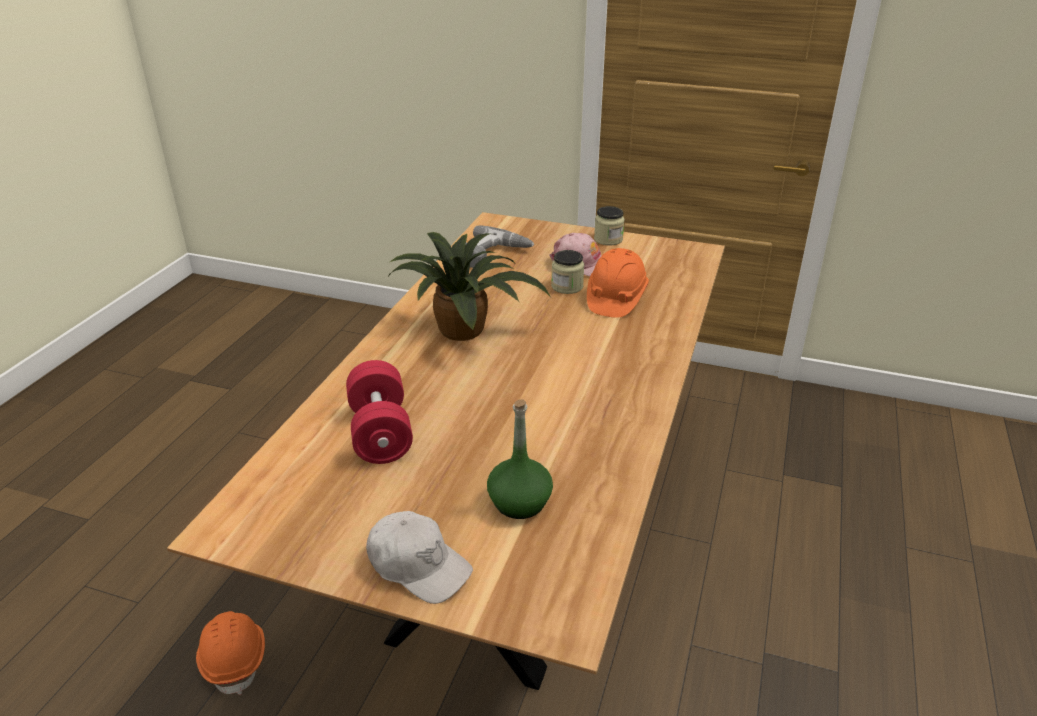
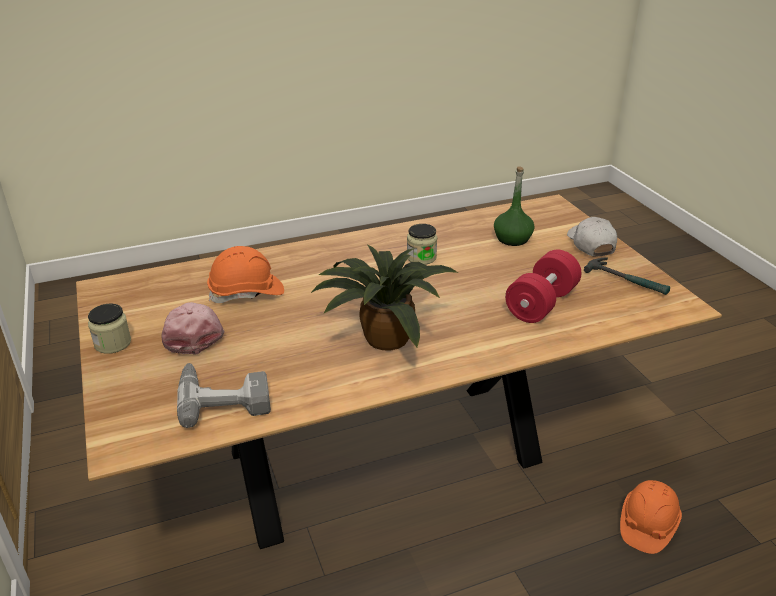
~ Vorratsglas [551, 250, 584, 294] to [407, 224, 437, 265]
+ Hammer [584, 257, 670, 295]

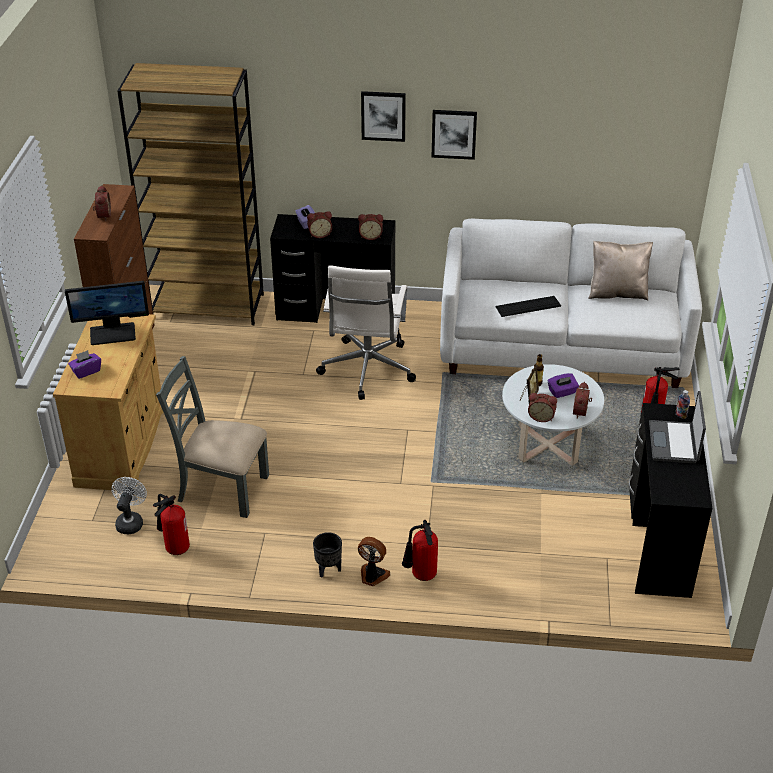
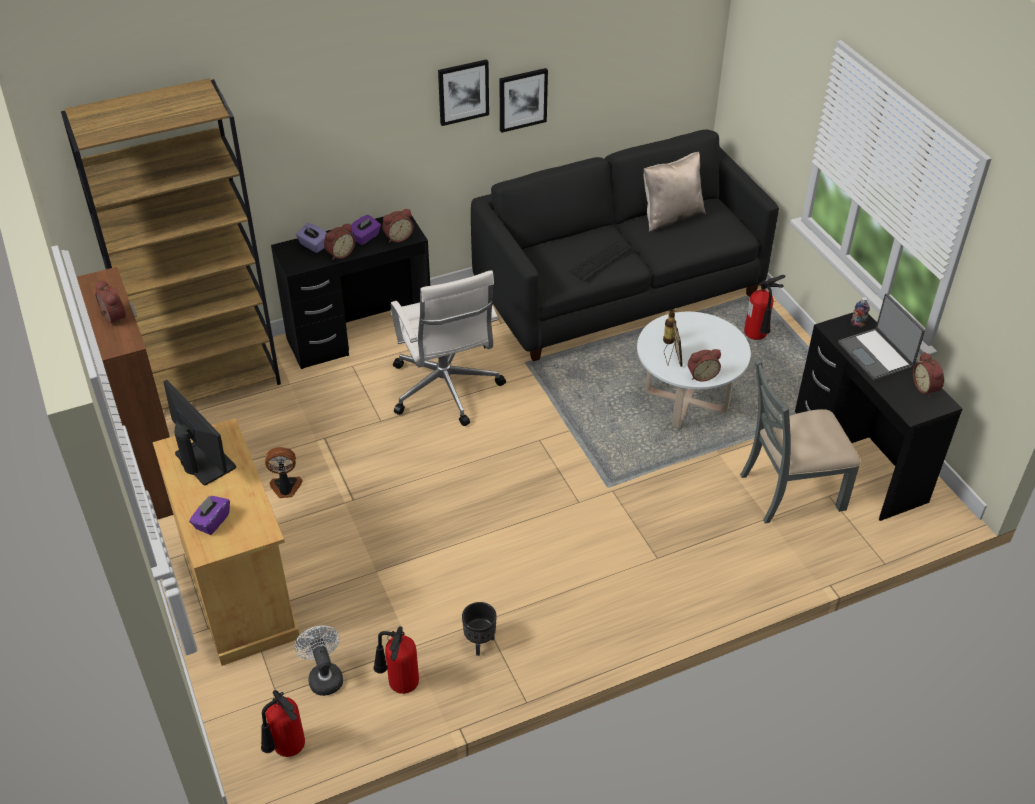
~ Bild [361, 91, 406, 142] to [500, 68, 548, 133]
~ Sofa [weiß] [440, 219, 702, 388] to Sofa [schwarz] [471, 130, 779, 362]
~ Monitor [65, 281, 149, 345] = [163, 380, 236, 485] 90 degrees counterclockwise
~ Stuhl [grau] [156, 356, 269, 518] to [740, 360, 861, 524]
~ Taschentuchbox [lila] [548, 373, 579, 398] to [350, 215, 381, 245]
~ Wecker [573, 382, 592, 419] to [913, 352, 944, 397]
~ Feuerlöscher [402, 520, 438, 581] to [261, 690, 305, 757]
~ Pflanzkübel [schwarz] [313, 532, 342, 578] to [462, 602, 497, 656]
~ Ventilator [358, 537, 391, 586] to [265, 447, 303, 498]

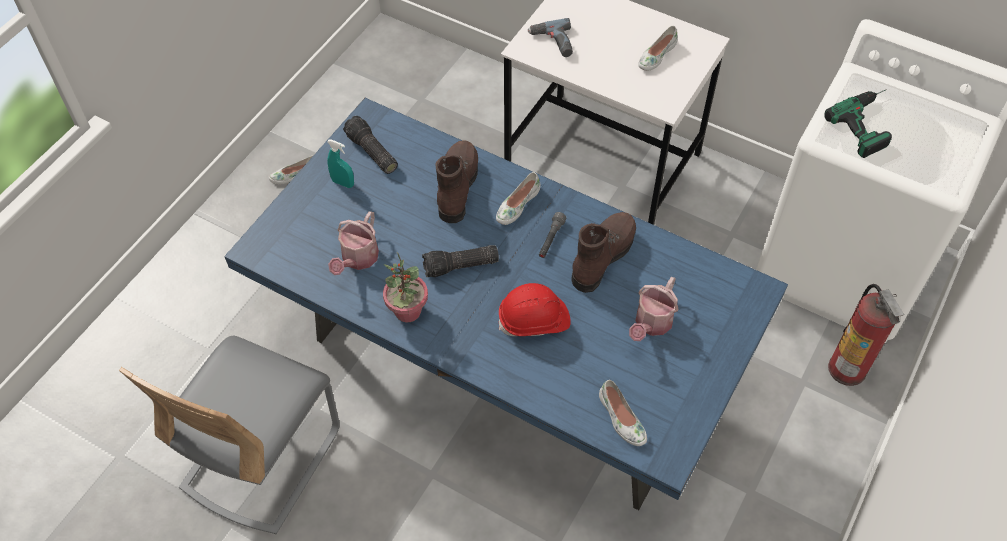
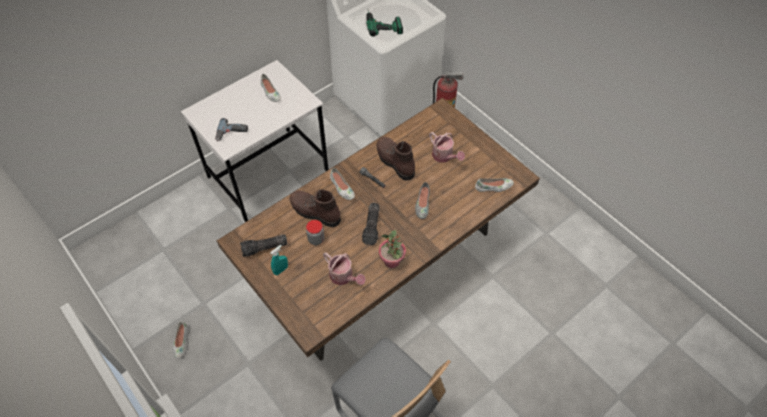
~ Esstisch [blau] [224, 98, 788, 510] to Esstisch [braun] [217, 98, 540, 361]
~ Schutzhelm [rot] [499, 283, 571, 336] to Schuh [grau] [415, 182, 430, 219]
+ Vorratsglas [306, 220, 325, 245]

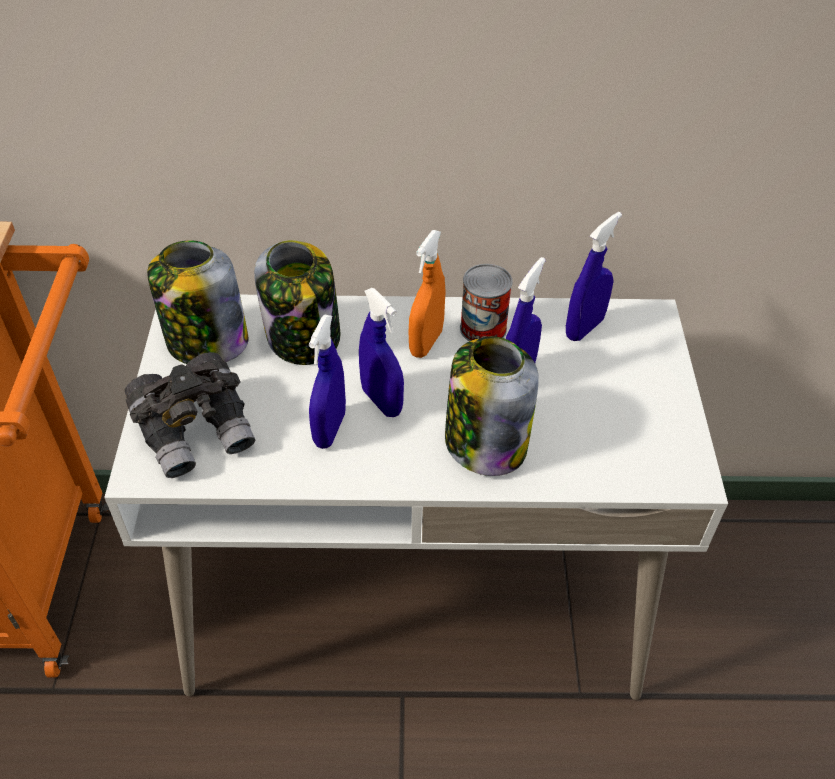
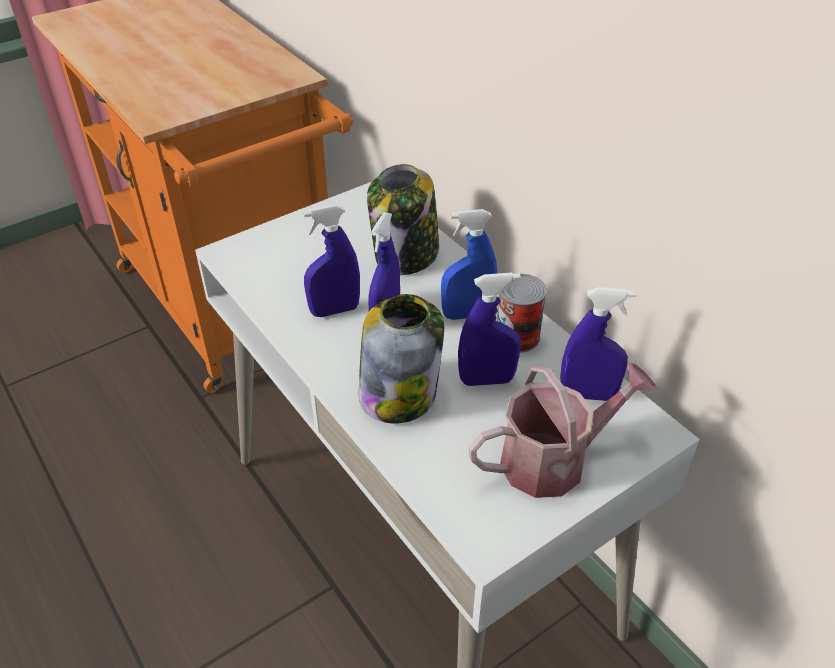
~ Sprühflasche [orange] [409, 230, 446, 358] to Sprühflasche [blau] [441, 209, 497, 320]
- Vorratsglas [147, 241, 249, 364]
- Fernglas [grau] [125, 352, 256, 478]
+ Gießkanne [469, 363, 658, 498]

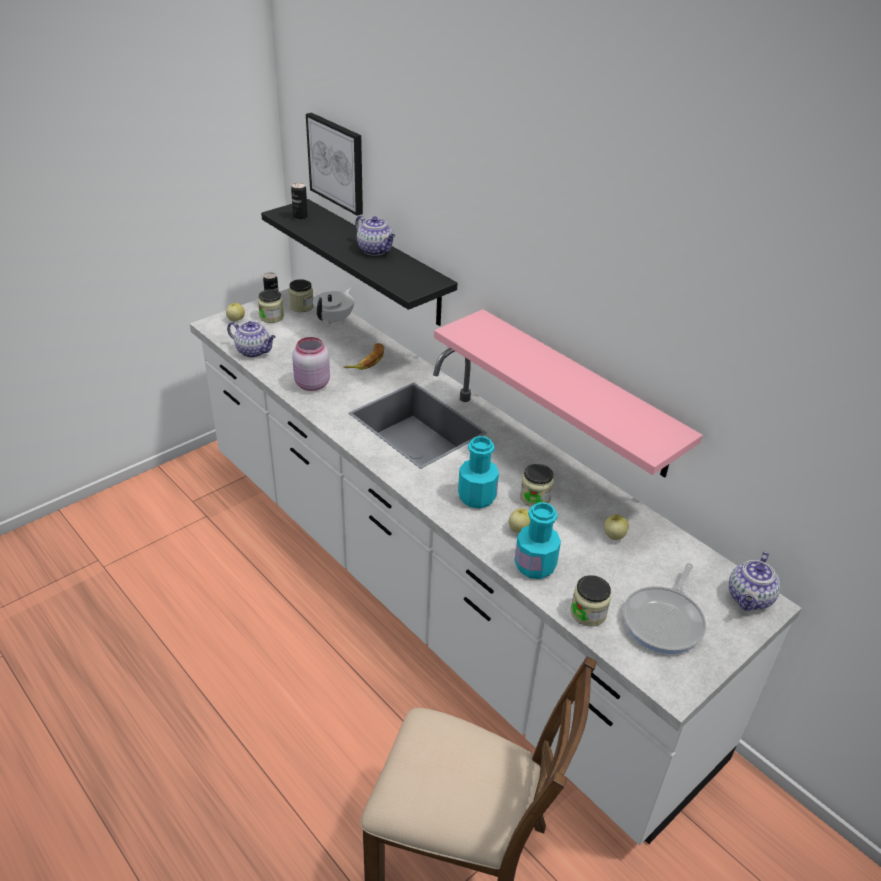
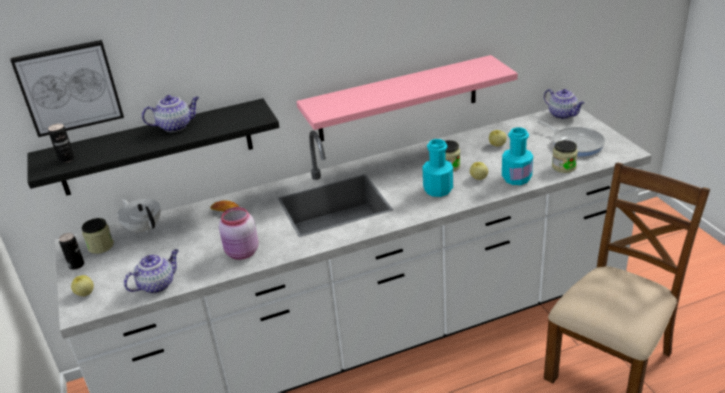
- Vorratsglas [258, 289, 284, 323]

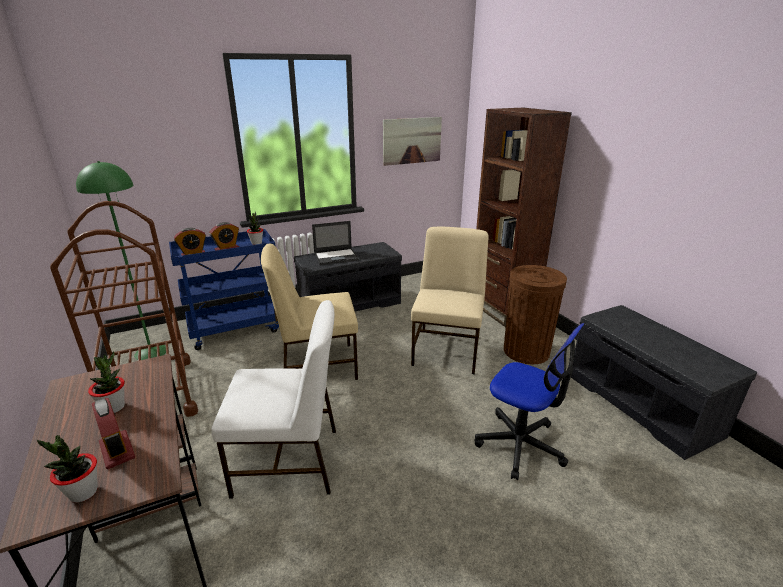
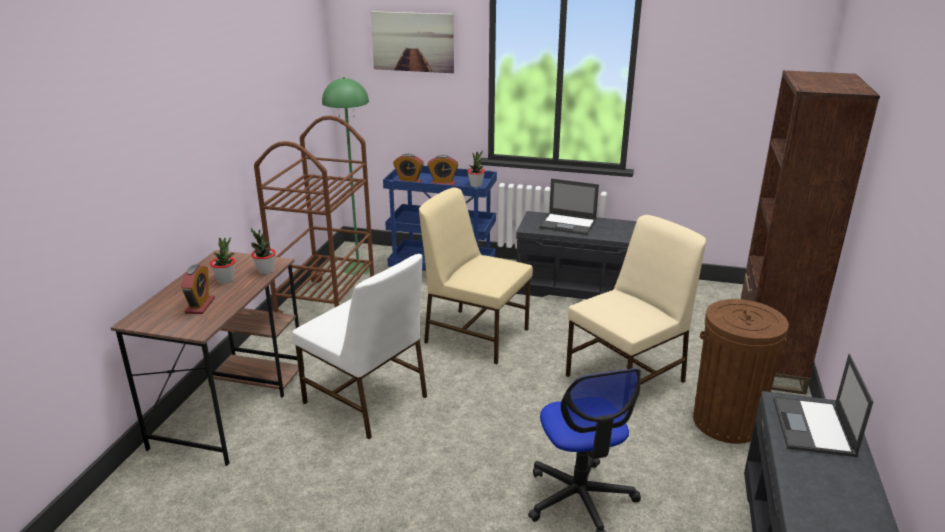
~ Bild [383, 117, 442, 166] to [371, 11, 454, 73]
~ Topfpflanze [37, 435, 98, 503] to [251, 228, 276, 275]
+ Laptop [773, 354, 873, 457]

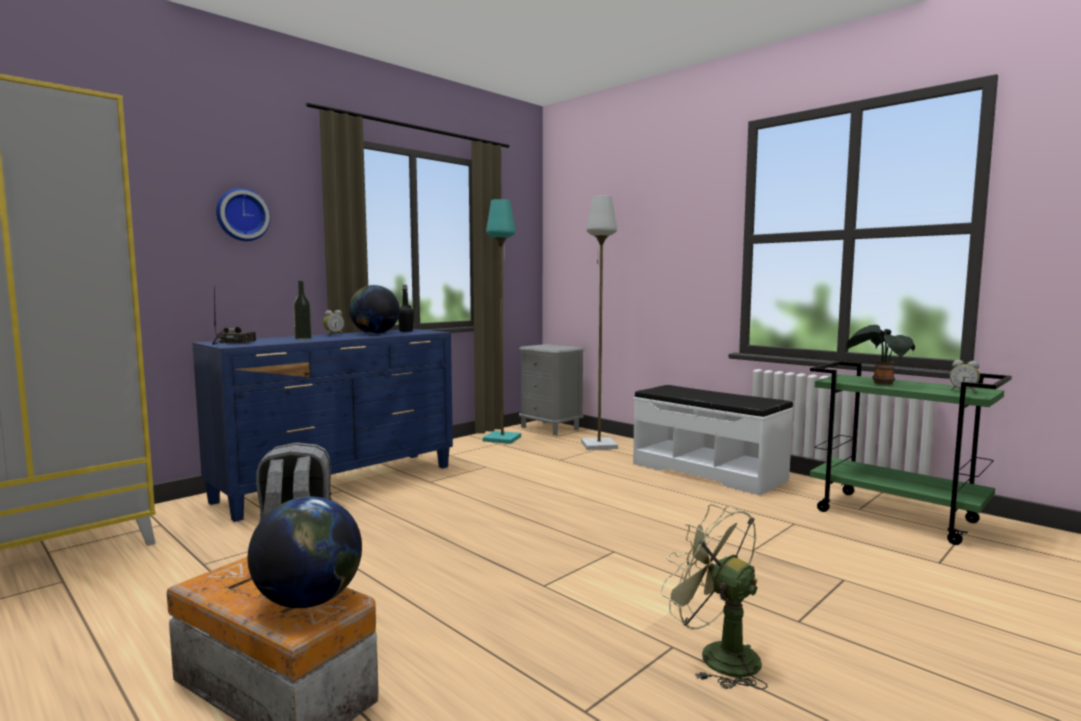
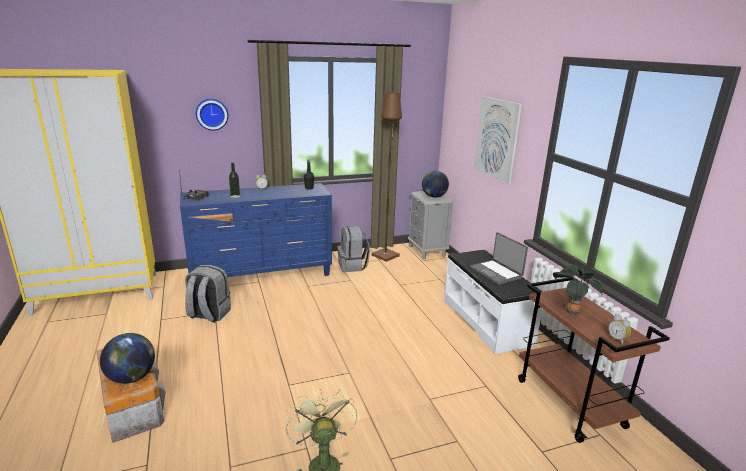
- Stehlampe [grau] [581, 196, 618, 450]
~ Stehlampe [türkis] [483, 199, 521, 444] to Stehlampe [braun] [372, 92, 402, 262]
~ Globus [349, 285, 400, 334] to [422, 171, 449, 198]
~ Rollwagen [grün] [810, 361, 1012, 545] to Rollwagen [braun] [518, 277, 670, 443]
+ Bild [474, 96, 522, 184]
+ Rucksack [grau] [337, 226, 370, 272]
+ Laptop [470, 232, 528, 285]

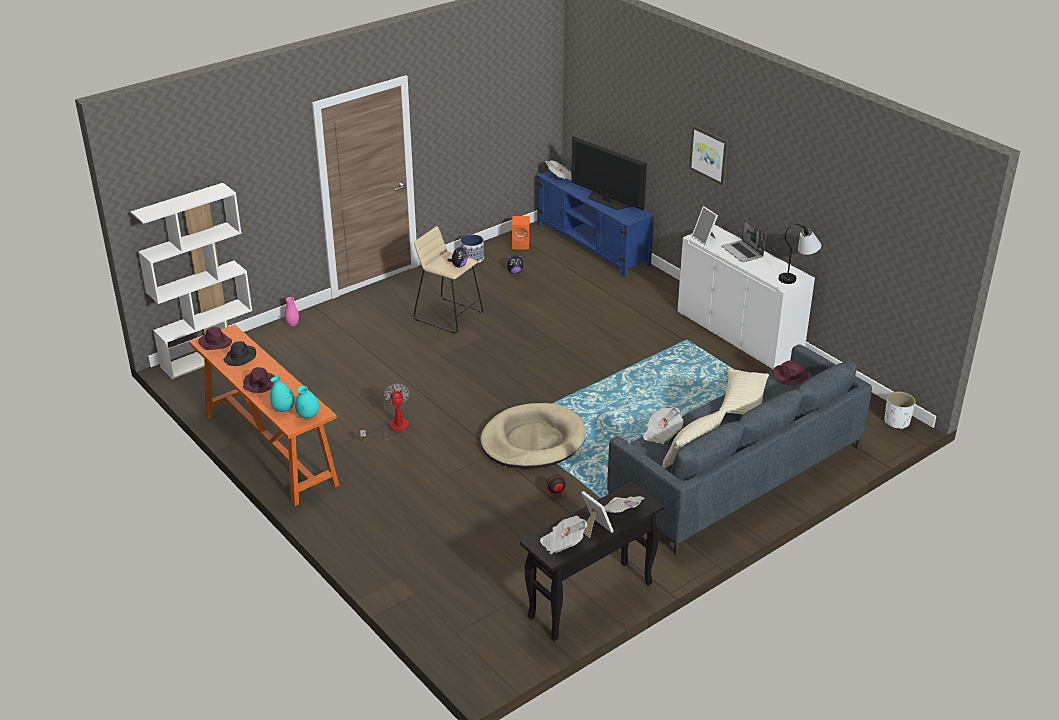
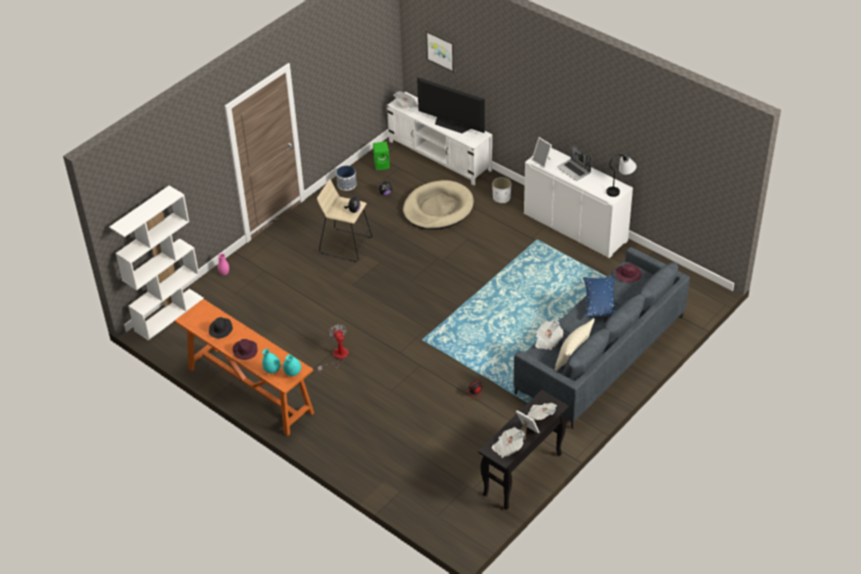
~ Bild [689, 125, 728, 186] to [425, 29, 455, 73]
~ Fernsehschrank [blau] [537, 166, 654, 277] to Fernsehschrank [weiß] [387, 92, 492, 185]
~ Lautsprecher [orange] [512, 216, 529, 250] to Lautsprecher [grün] [373, 141, 390, 170]
- Hut [lila] [198, 327, 232, 350]
~ Kissen [beige] [719, 369, 769, 415] to Kissen [blau] [583, 277, 615, 318]
~ Pflanzkübel [weiß] [884, 392, 915, 429] to [492, 177, 511, 204]
~ Hundebett [beige] [480, 403, 586, 469] to [403, 180, 474, 230]

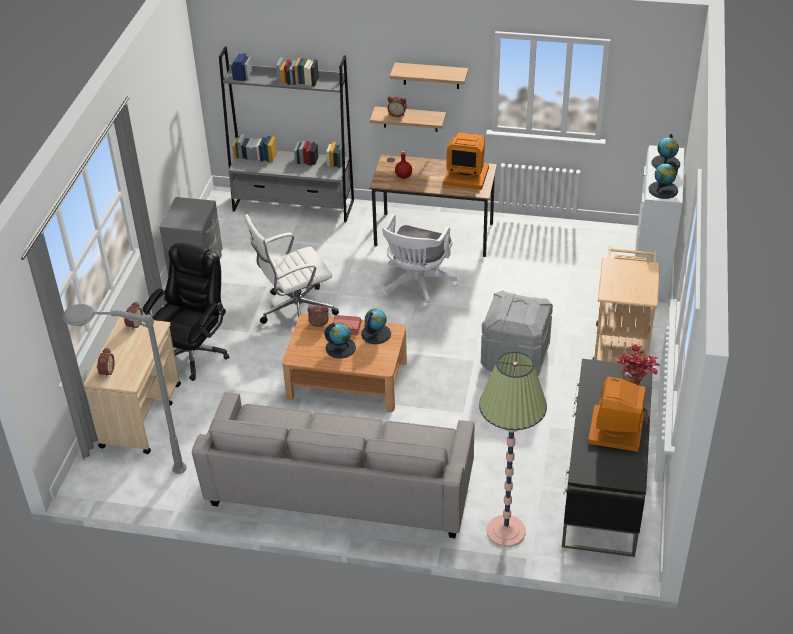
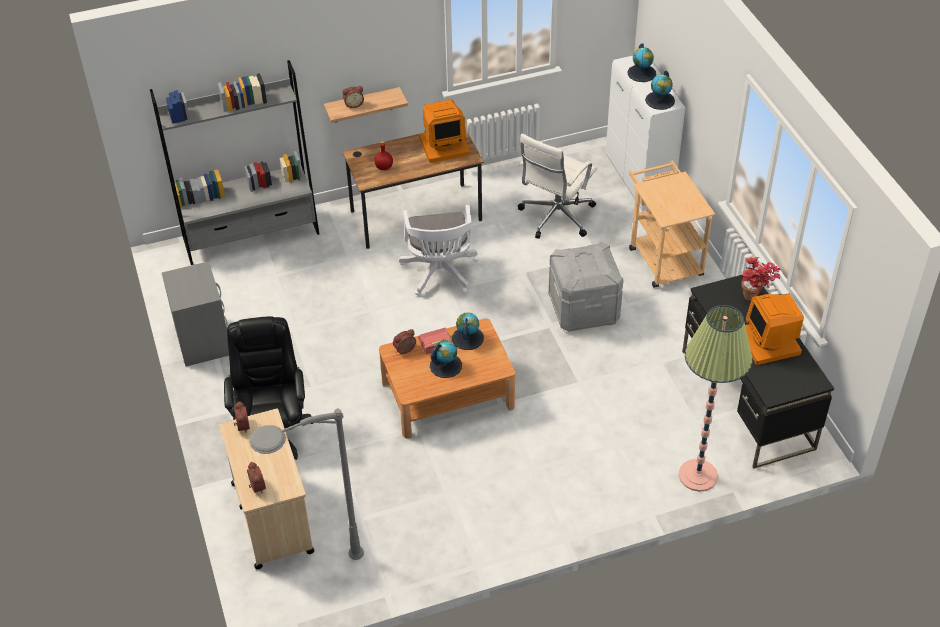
- Wandregal [390, 63, 468, 89]
~ Bürostuhl [weiß] [245, 214, 339, 324] to [518, 134, 597, 239]
- Sofa [grau] [192, 392, 475, 538]

